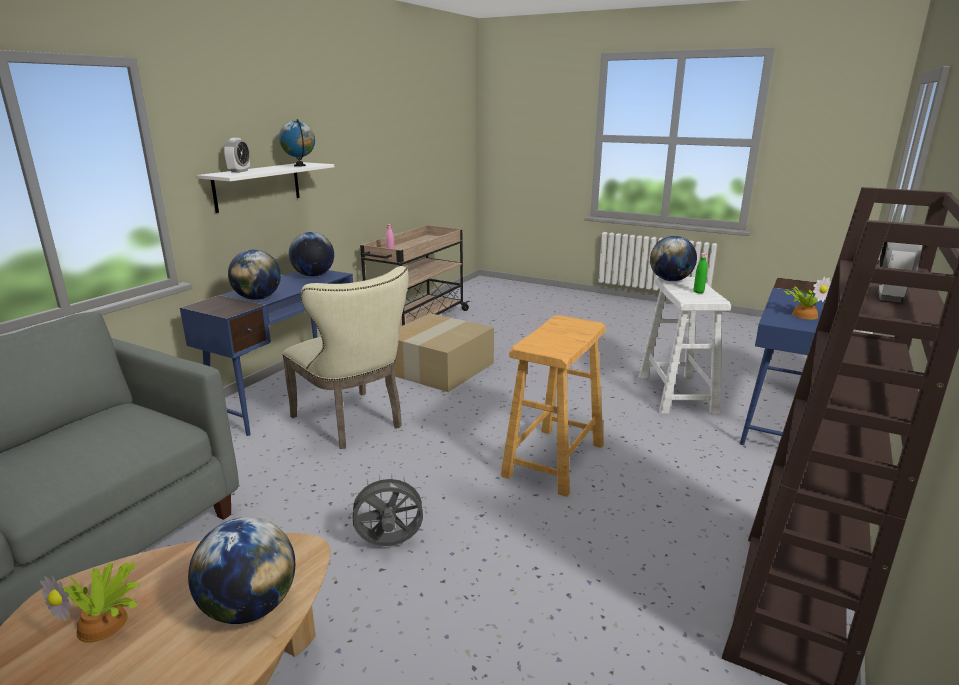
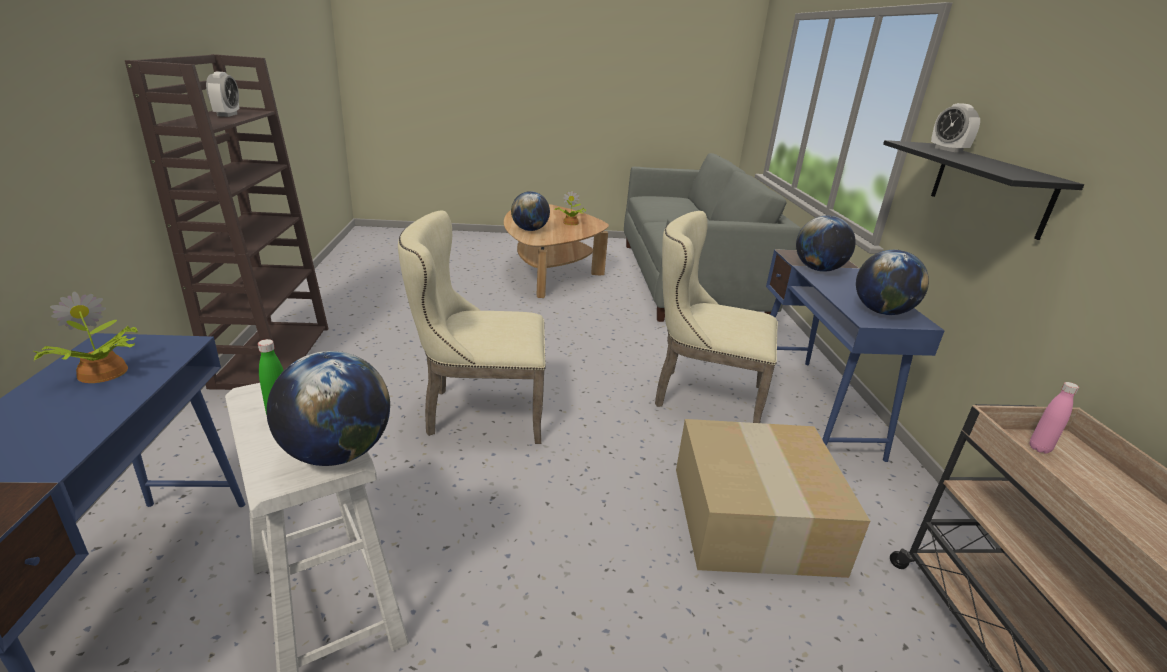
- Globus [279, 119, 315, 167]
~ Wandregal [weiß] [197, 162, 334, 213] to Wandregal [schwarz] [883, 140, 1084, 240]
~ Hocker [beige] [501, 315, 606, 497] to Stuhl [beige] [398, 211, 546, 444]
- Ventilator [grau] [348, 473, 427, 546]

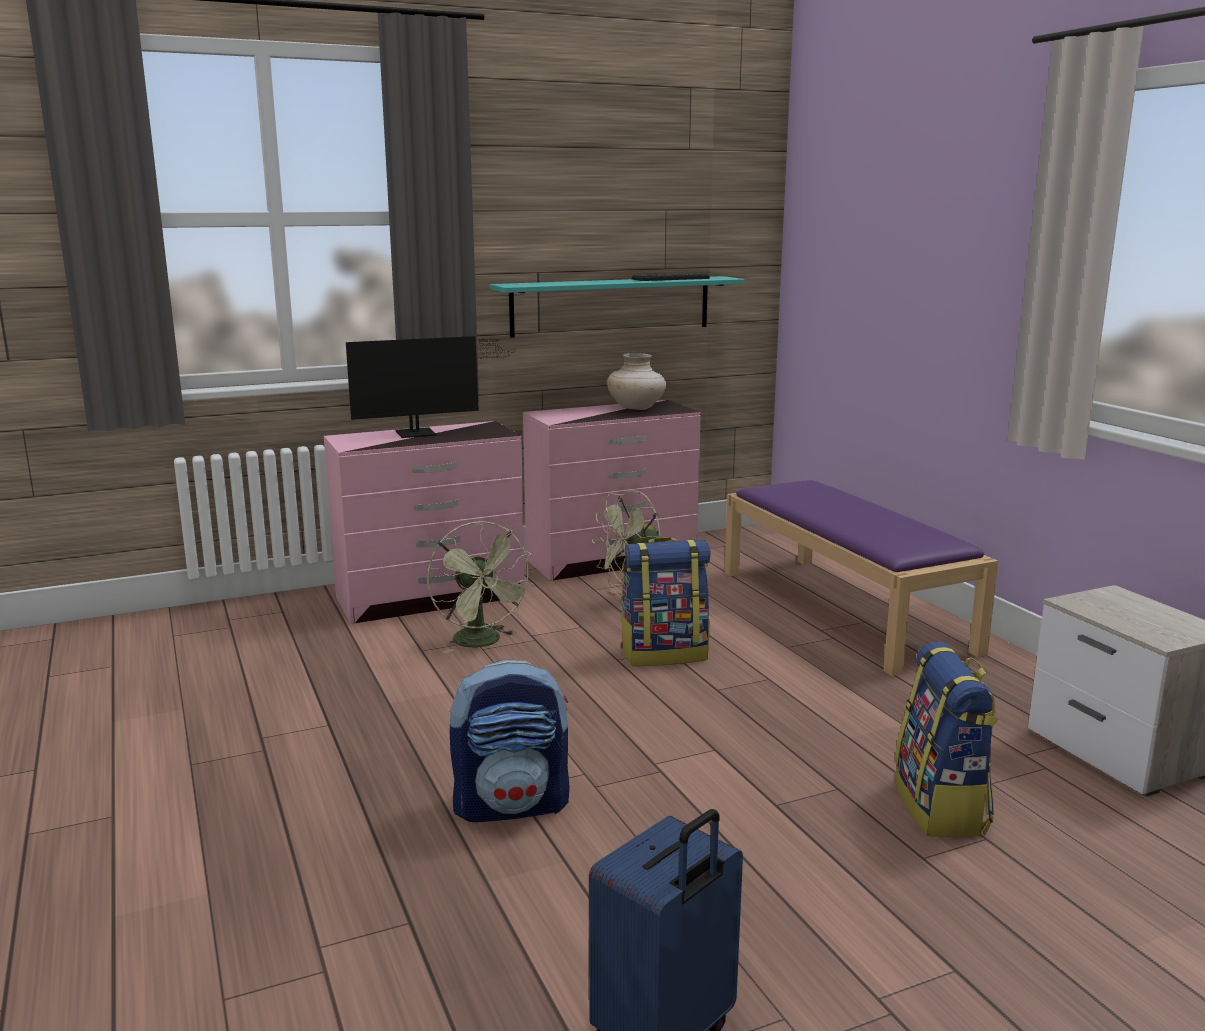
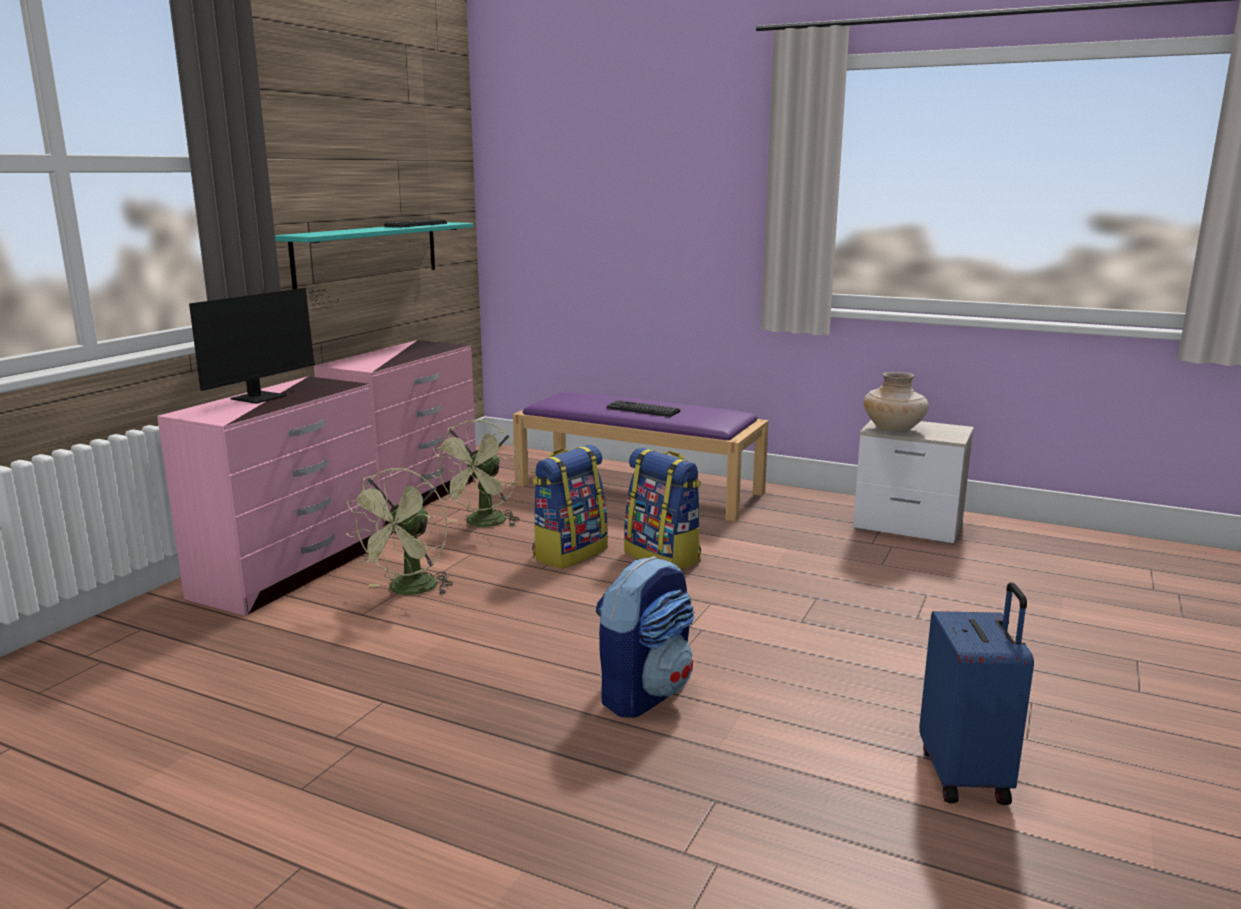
~ Vase [beige] [607, 353, 666, 410] to [864, 372, 929, 432]
~ Ventilator [grün] [427, 521, 534, 653] = [345, 468, 453, 595] 90 degrees clockwise
~ Rucksack [895, 642, 998, 837] to [624, 448, 701, 570]
+ Tastatur [607, 400, 680, 417]

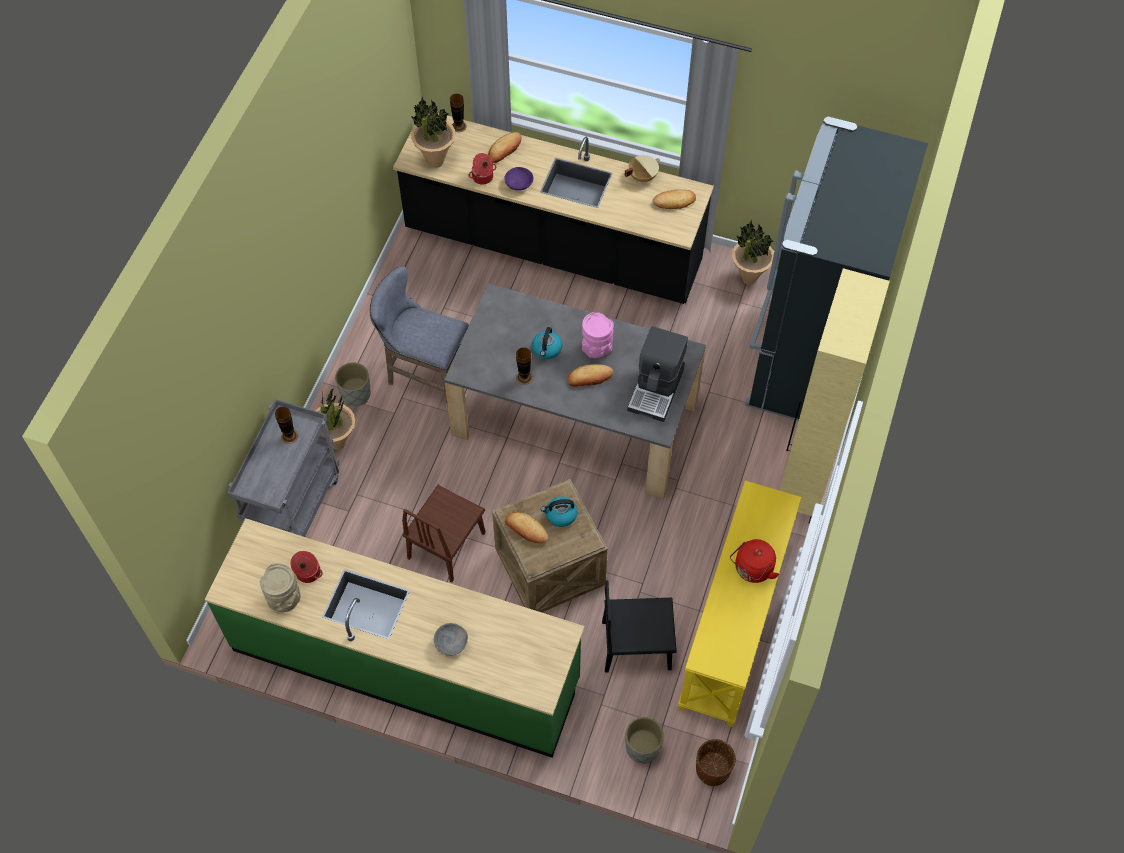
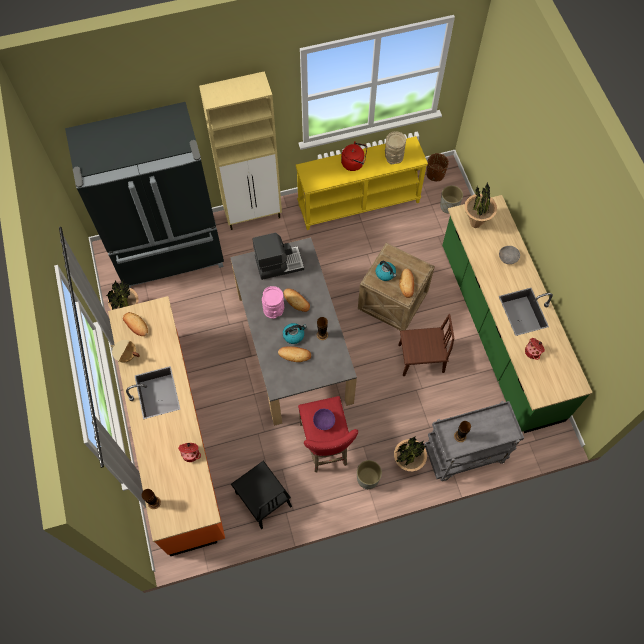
~ Topfpflanze [411, 96, 456, 168] to [464, 182, 497, 228]
~ Küchenzeile [schwarz] [393, 113, 714, 304] to Küchenzeile [orange] [108, 296, 225, 556]
~ Brot [488, 132, 522, 163] to [278, 346, 311, 362]
~ Schüssel [lila] [504, 167, 534, 191] to [313, 409, 335, 430]
~ Hocker [grau] [370, 266, 469, 406] to Hocker [rot] [298, 396, 358, 472]
~ Vase [beige] [260, 563, 301, 614] to [385, 131, 406, 165]
~ Stuhl [schwarz] [602, 580, 677, 673] to [231, 461, 292, 529]

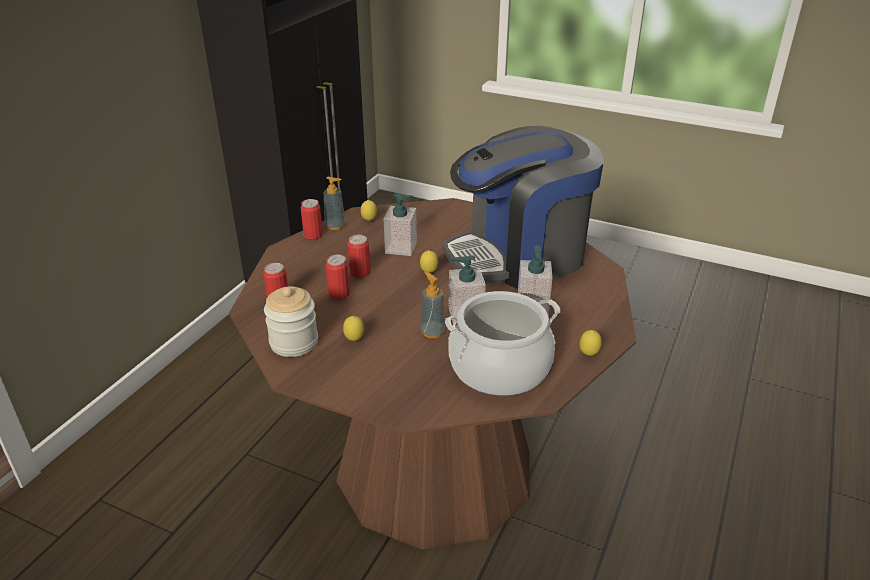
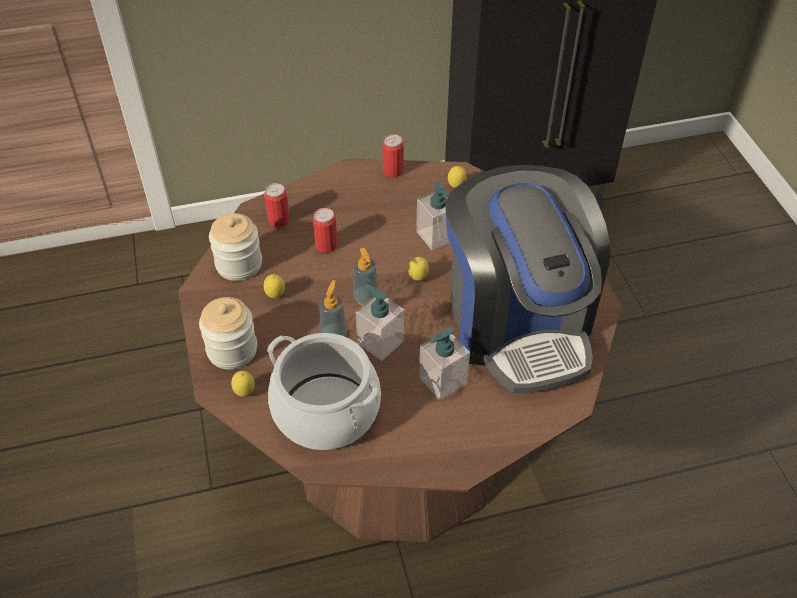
~ Kaffeemaschine [443, 126, 603, 289] = [445, 165, 610, 393] 135 degrees counterclockwise
~ Seifenspender [324, 177, 345, 230] to [353, 248, 378, 306]
- Dose [348, 235, 370, 278]
~ Zitrone [580, 330, 602, 356] to [231, 371, 255, 397]
+ Vorratsglas [199, 297, 257, 370]

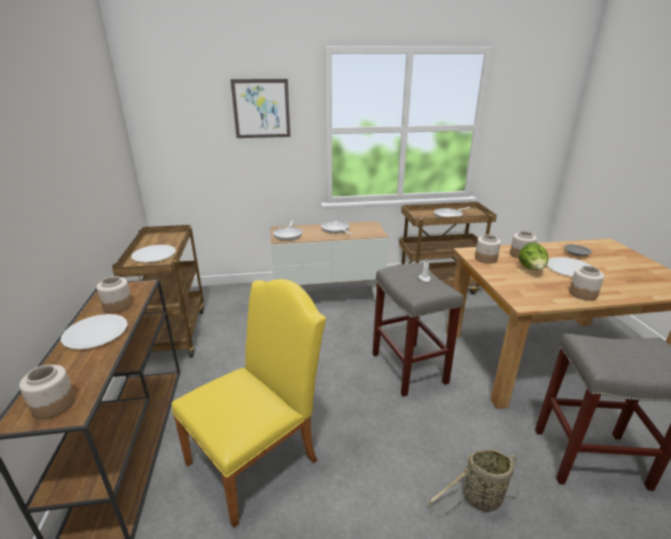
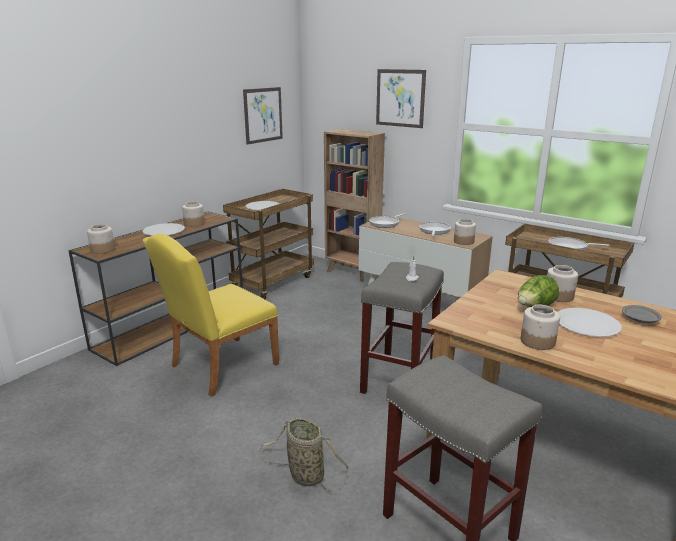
~ Vorratsglas [475, 234, 501, 264] to [454, 219, 476, 245]
~ Stuhl [gelb] [172, 279, 326, 528] = [143, 234, 279, 397] 135 degrees clockwise
+ Bild [243, 87, 283, 145]
+ Bücherregal [braun] [324, 129, 385, 282]

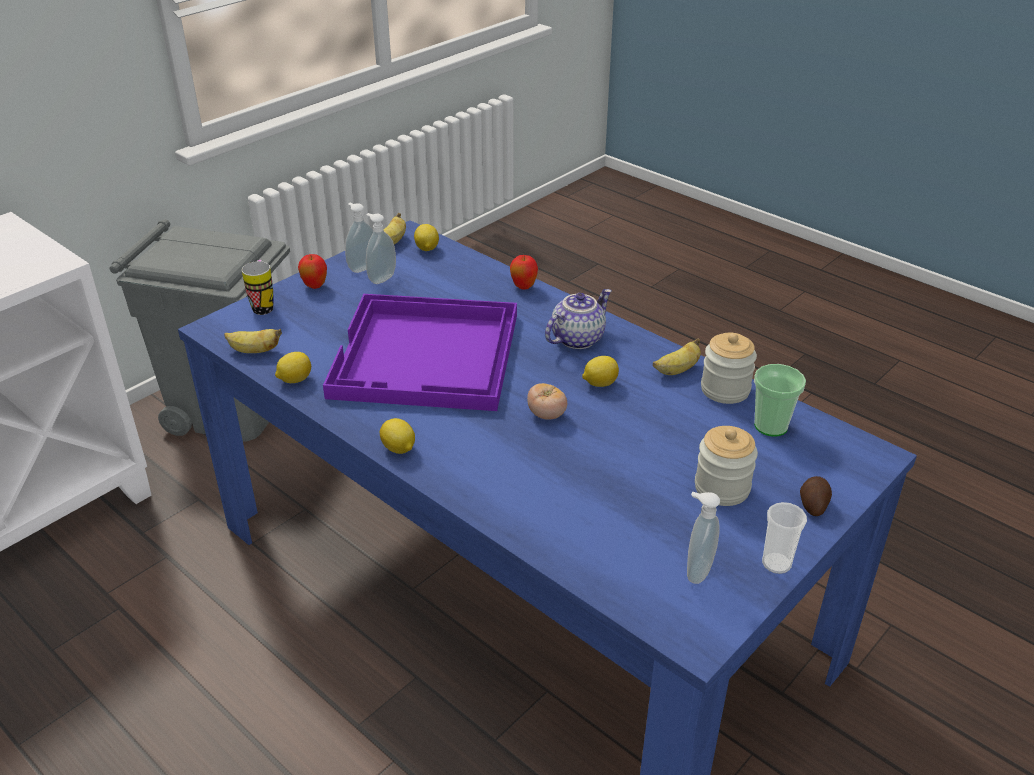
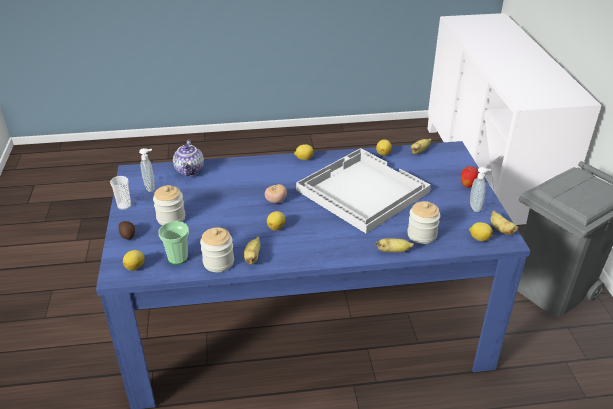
- Seifenspender [366, 213, 396, 284]
~ Apfel [510, 255, 538, 290] to Banane [376, 238, 414, 252]
- Henkelbecher [242, 260, 273, 315]
~ Teekanne [545, 289, 612, 349] to [173, 140, 204, 176]
~ Tablett [lila] [323, 294, 517, 411] to Tablett [weiß] [296, 148, 431, 233]
+ Vorratsglas [407, 201, 440, 244]
+ Zitrone [123, 250, 144, 271]

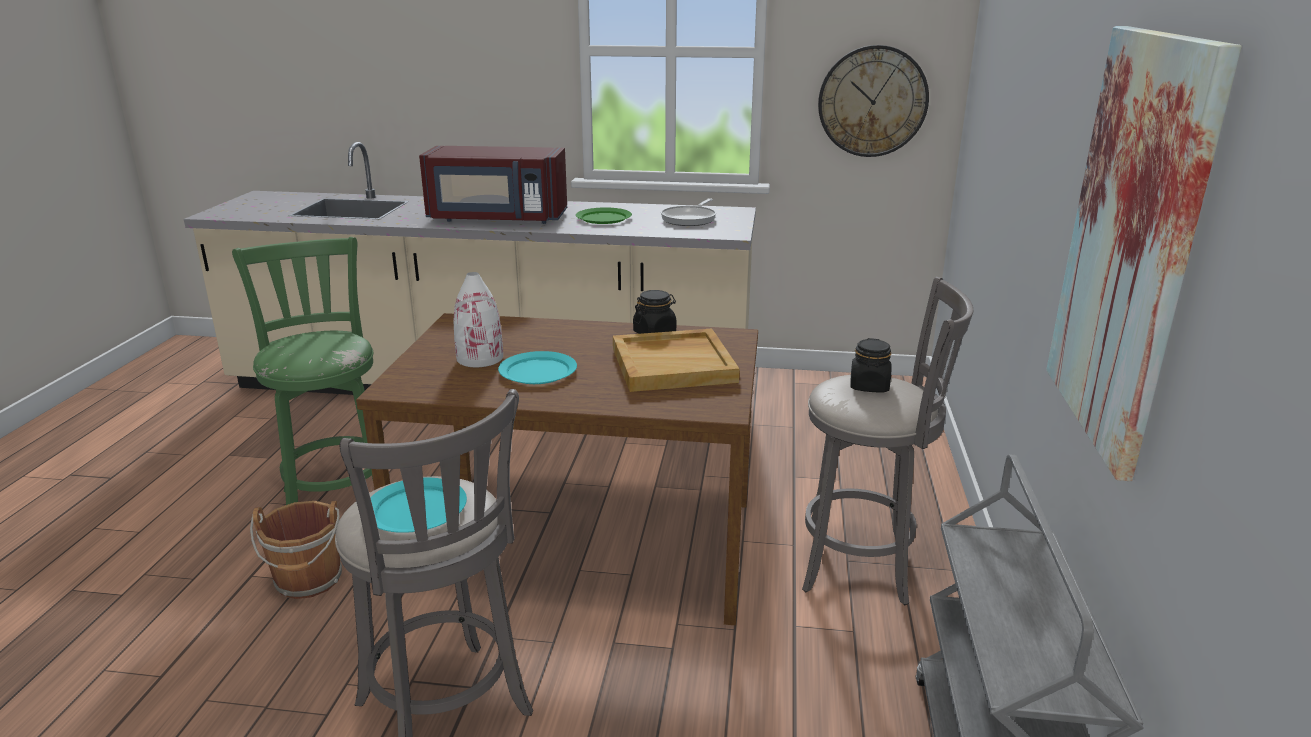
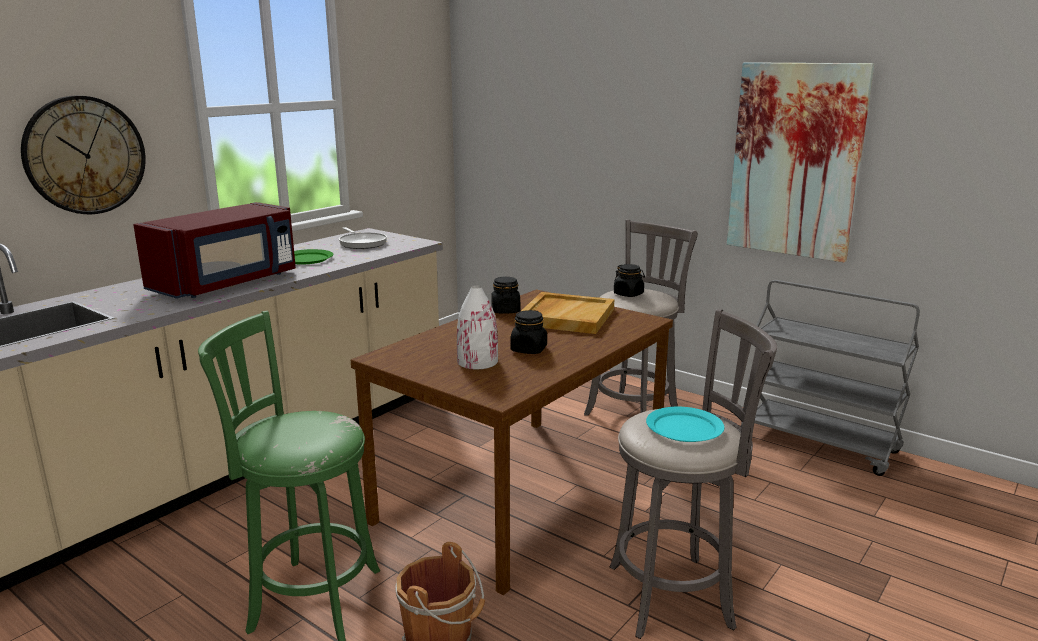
~ Wanduhr [818, 45, 929, 157] to [21, 96, 146, 214]
~ Teller [türkis] [498, 351, 577, 384] to Vorratsglas [schwarz] [510, 310, 547, 354]

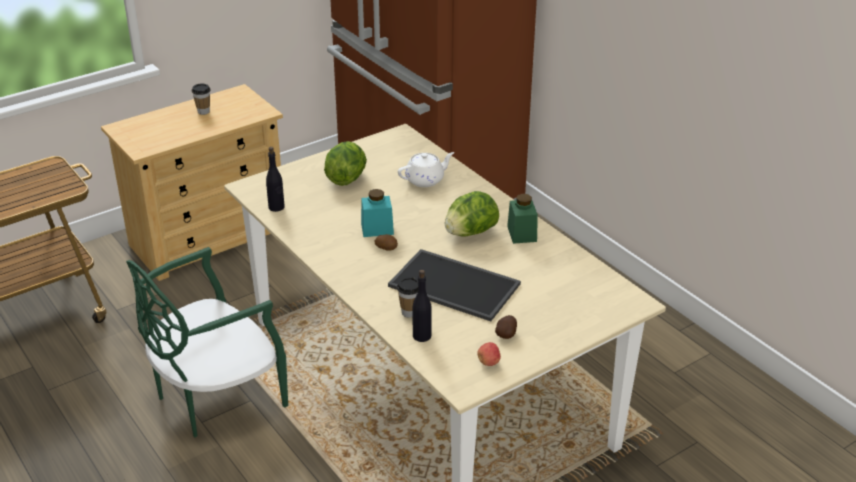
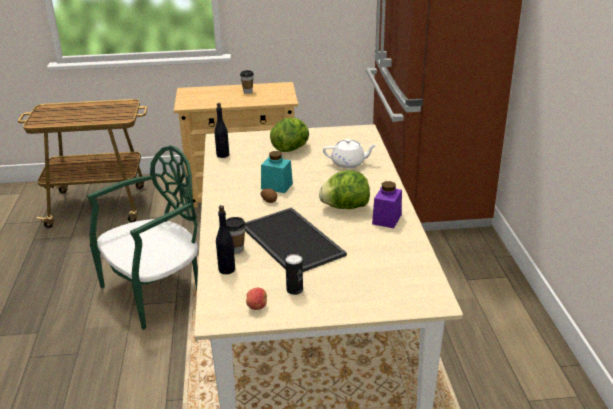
~ Vorratsglas [grün] [507, 194, 538, 244] to Vorratsglas [lila] [372, 181, 402, 228]
~ Stuhl [grün] [126, 247, 288, 437] = [87, 145, 198, 330] 150 degrees clockwise
~ Kartoffel [495, 315, 517, 339] to Dose [285, 254, 303, 295]

